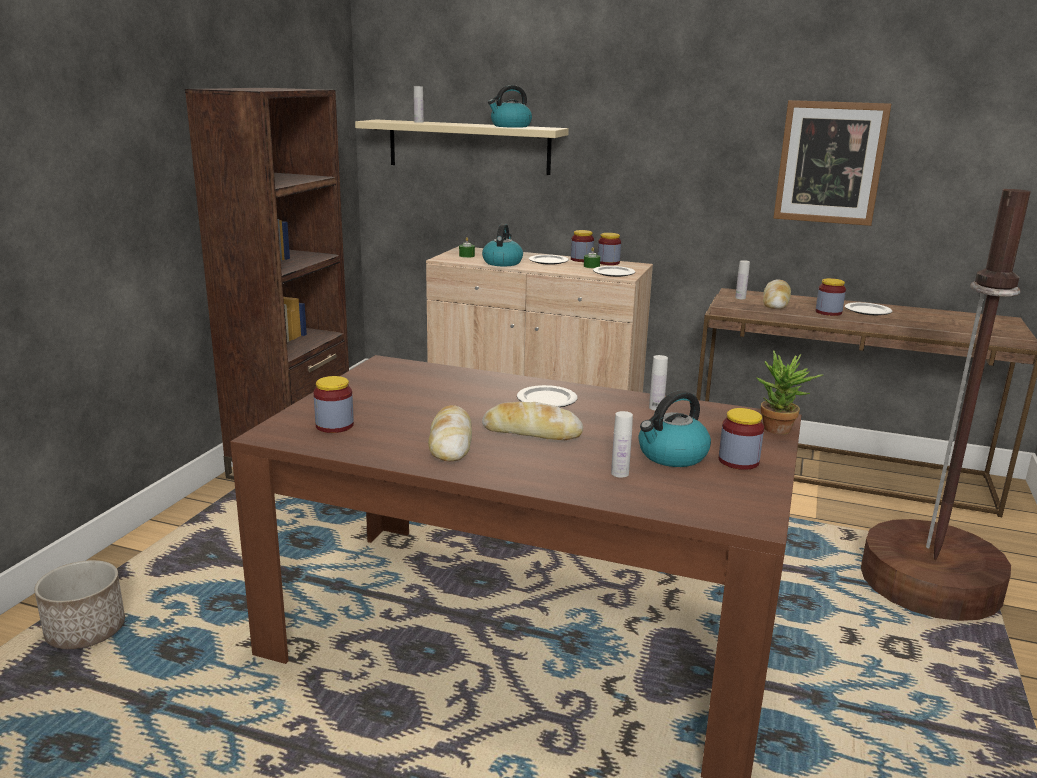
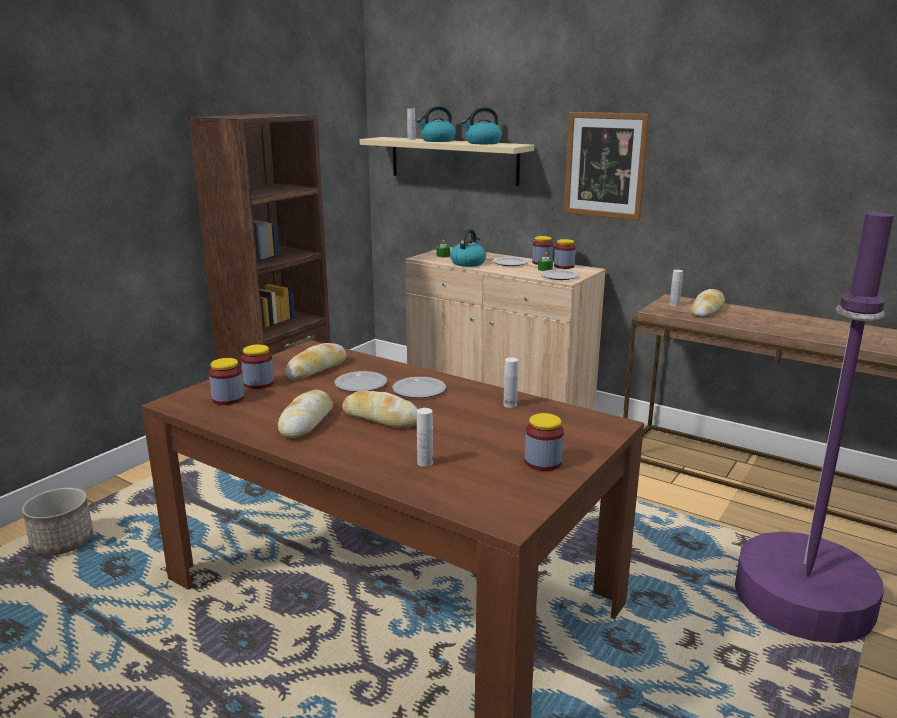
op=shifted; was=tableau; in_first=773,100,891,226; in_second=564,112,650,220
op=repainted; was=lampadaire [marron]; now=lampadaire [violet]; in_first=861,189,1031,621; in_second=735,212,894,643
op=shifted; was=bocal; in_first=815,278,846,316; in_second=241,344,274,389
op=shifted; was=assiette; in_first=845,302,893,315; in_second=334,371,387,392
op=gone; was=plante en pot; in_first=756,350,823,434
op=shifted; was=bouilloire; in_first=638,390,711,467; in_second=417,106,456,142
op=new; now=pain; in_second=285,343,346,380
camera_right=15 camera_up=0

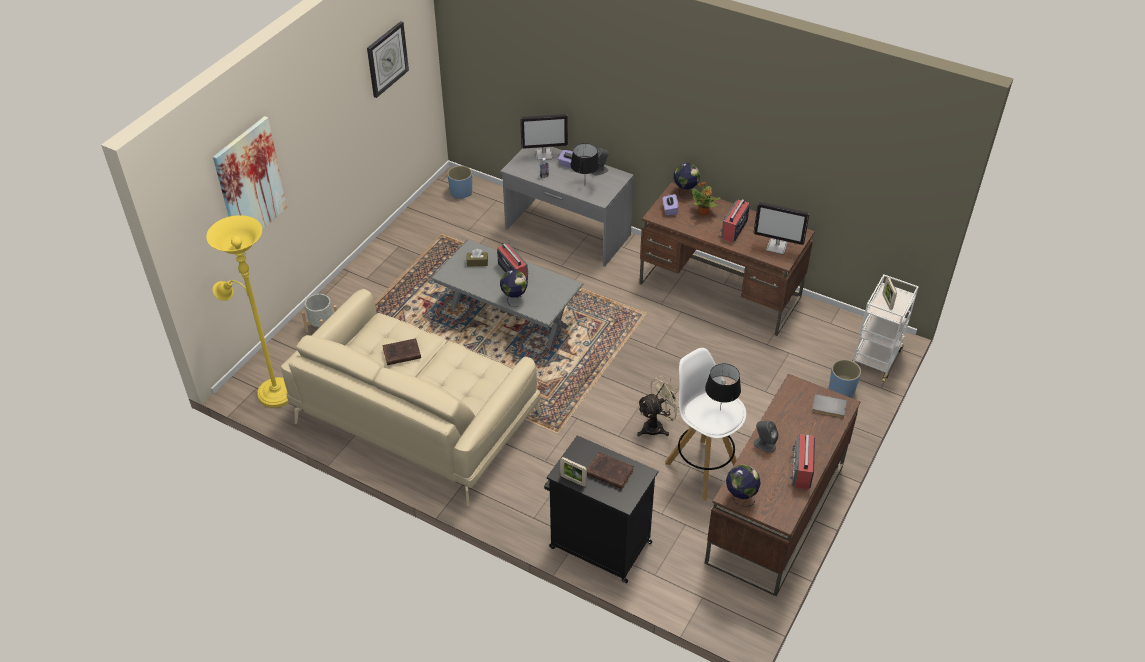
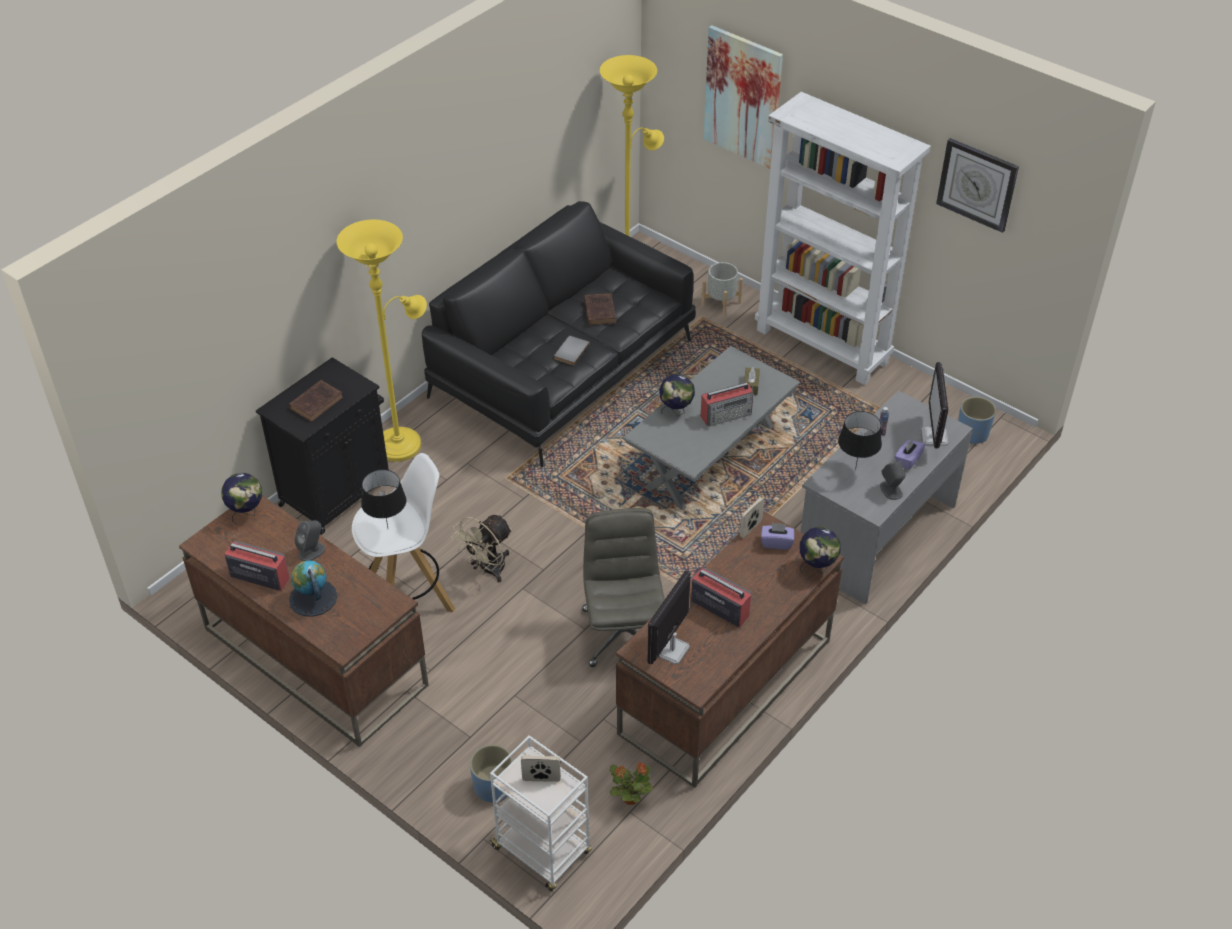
op=shifted; was=plante en pot; in_first=692,182,720,215; in_second=609,762,654,805
op=repainted; was=canapé [beige]; now=canapé [noir]; in_first=281,289,541,506; in_second=422,201,696,467
op=rotated; was=ventilateur [beige]; in_first=637,375,681,437; in_second=451,514,512,582; clockwise=60
op=shifted; was=livre [gris]; in_first=812,394,847,418; in_second=554,336,590,366
op=shifted; was=cadre photo; in_first=560,457,587,487; in_second=740,497,764,538
op=new; now=bibliothèque [blanc]; in_second=755,92,931,385
op=new; now=lampadaire [jaune]; in_second=337,219,427,462
op=new; now=chaise de bureau [gris]; in_second=582,508,665,667
op=new; now=globe; in_second=289,560,337,617
camera_right=100 camera_up=0

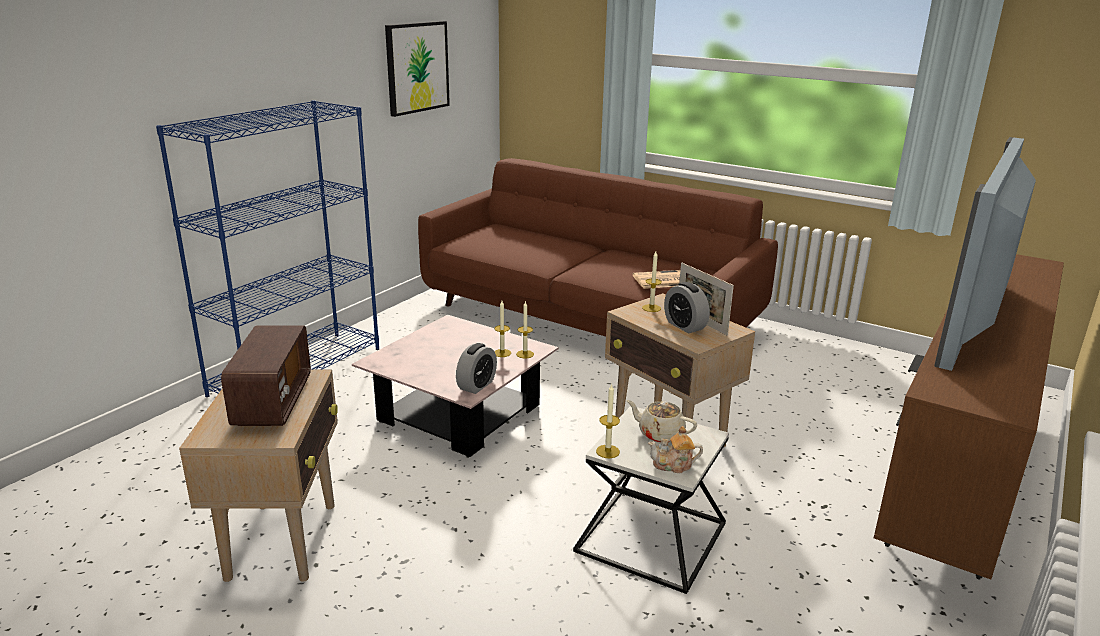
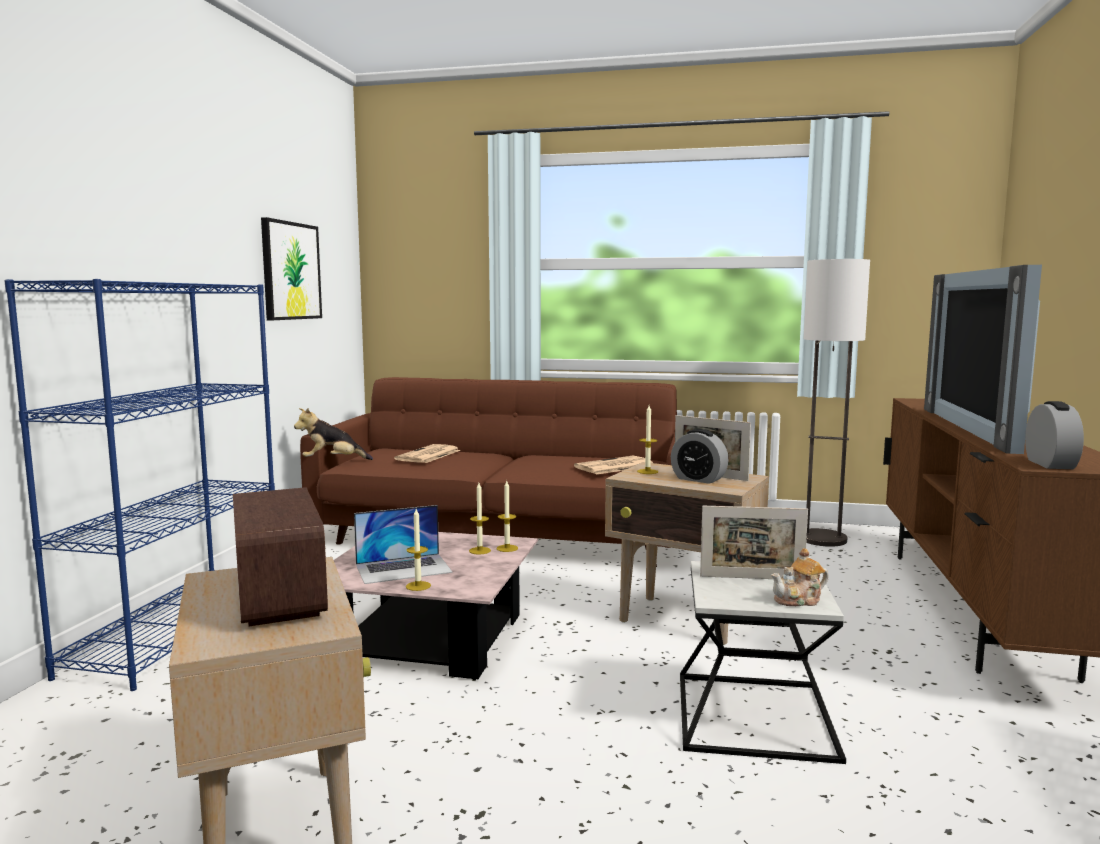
op=shifted; was=réveil; in_first=456,343,497,394; in_second=1025,401,1084,469
op=shifted; was=bougie; in_first=596,384,620,458; in_second=406,509,431,591
op=swapped; was=théière [beige]; now=cadre photo; in_first=626,400,697,443; in_second=700,506,808,579
op=new; now=lampadaire; in_second=804,259,870,547
op=new; now=peluche; in_second=294,408,373,460
op=new; now=journal; in_second=394,444,461,463
op=new; now=ordinateur portable; in_second=354,505,453,584
camera_right=-20 camera_up=-15

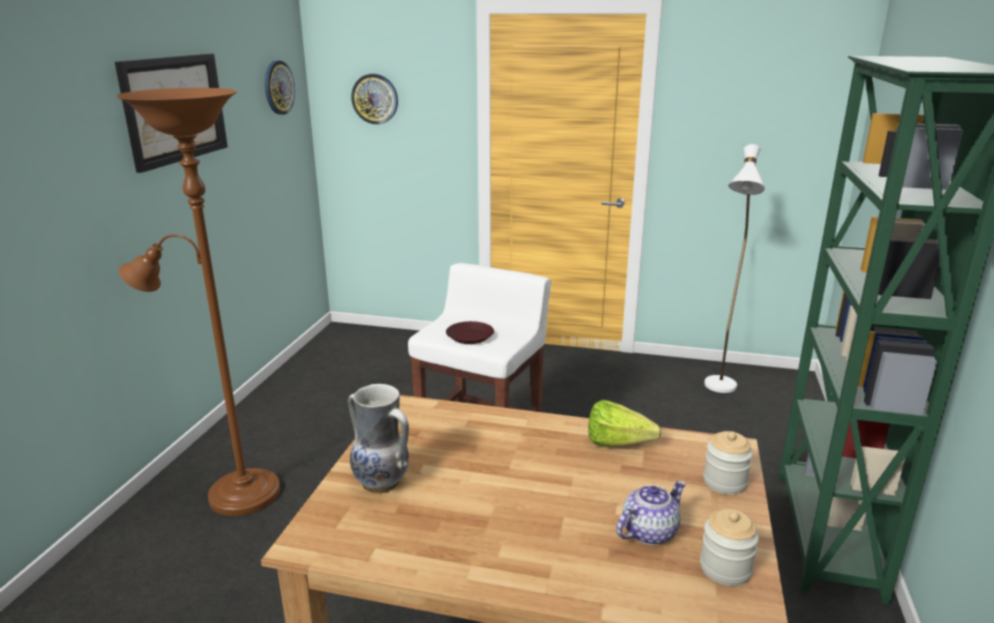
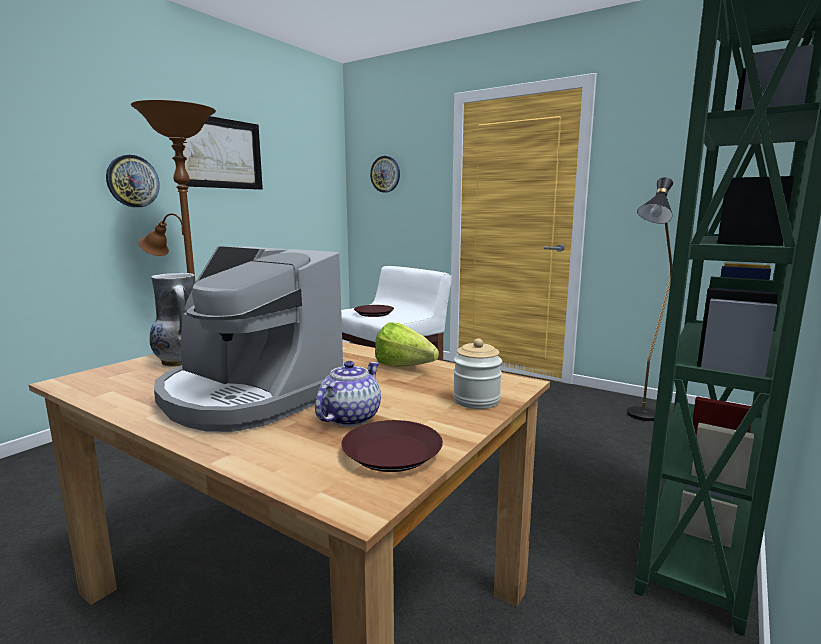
op=shifted; was=horloge murale; in_first=265,61,295,115; in_second=106,155,160,207
op=repainted; was=lampadaire [blanc]; now=lampadaire [noir]; in_first=704,144,765,393; in_second=627,177,673,421
op=rotated; was=théière; in_first=616,481,686,545; in_second=315,361,381,426; clockwise=-45
op=swapped; was=bocal; now=assiette [marron]; in_first=700,509,759,586; in_second=341,420,443,472
op=new; now=machine à café; in_second=154,246,343,432
camera_right=20 camera_up=-10

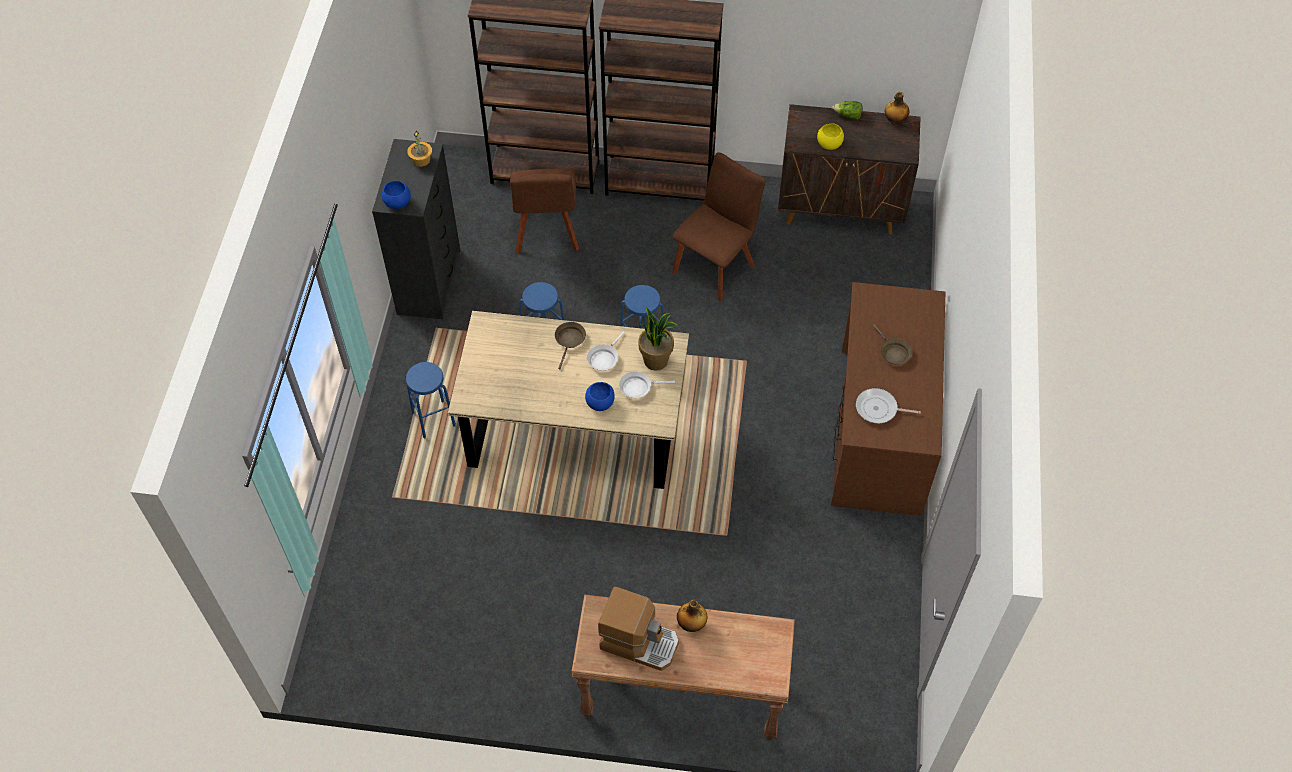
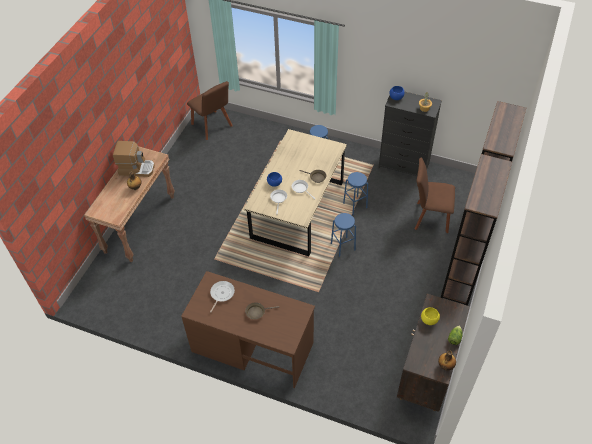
op=shifted; was=chaise [marron]; in_first=672,152,766,302; in_second=187,81,233,140
op=gone; was=plante en pot; in_first=638,307,678,371
op=rotated; was=machine à café; in_first=598,587,679,671; in_second=113,141,155,177; clockwise=-120
camera_right=105 camera_up=-5

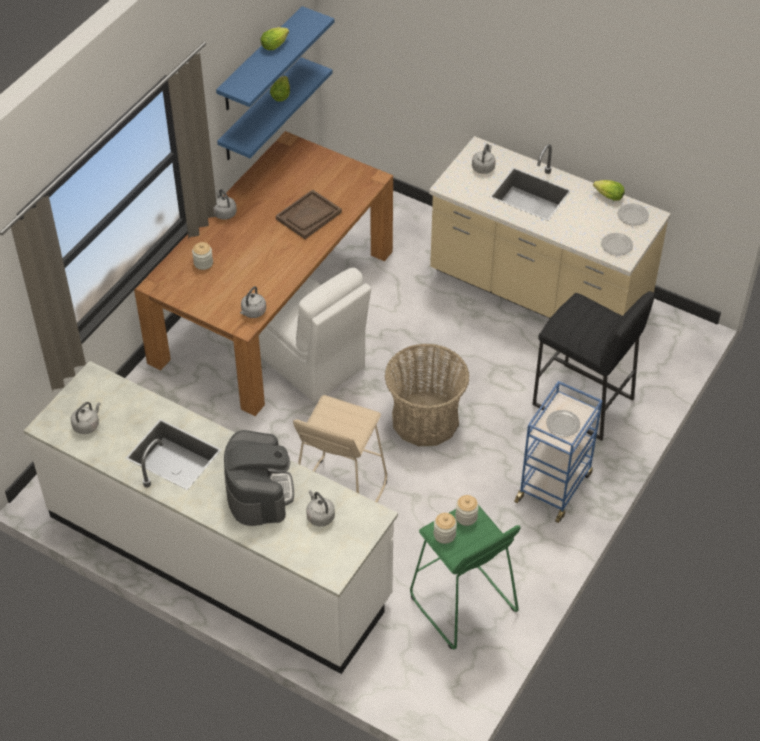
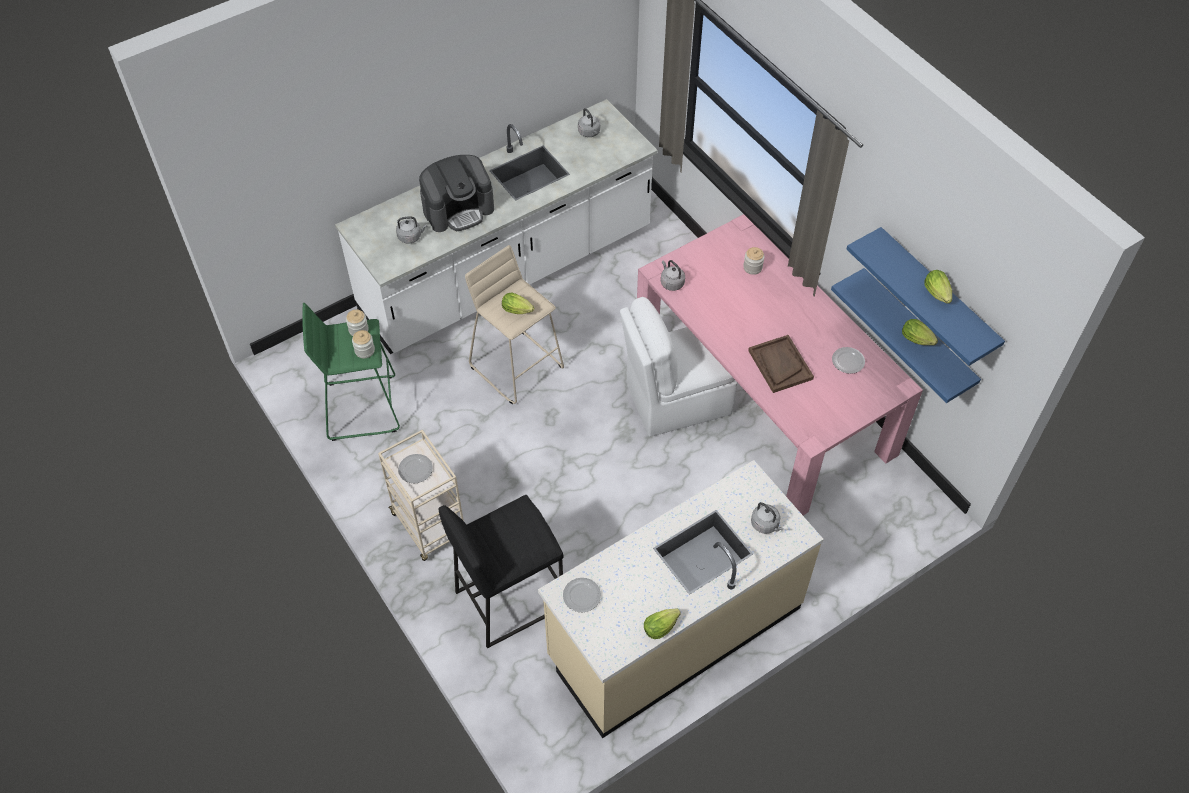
op=repainted; was=table à manger [marron]; now=table à manger [rose]; in_first=134,131,393,416; in_second=637,214,923,515
op=gone; was=bouilloire [gris]; in_first=213,189,237,220
op=shifted; was=assiette; in_first=618,204,649,225; in_second=832,347,865,374
op=gone; was=panier; in_first=385,343,470,446
op=repainted; was=chariot [bleu]; now=chariot [beige]; in_first=514,381,603,523; in_second=378,430,464,561
op=rotated; was=machine à café; in_first=224,430,294,526; in_second=419,155,494,232; clockwise=-45
op=new; now=laitue; in_second=502,292,534,314
camera_right=115 camera_up=5

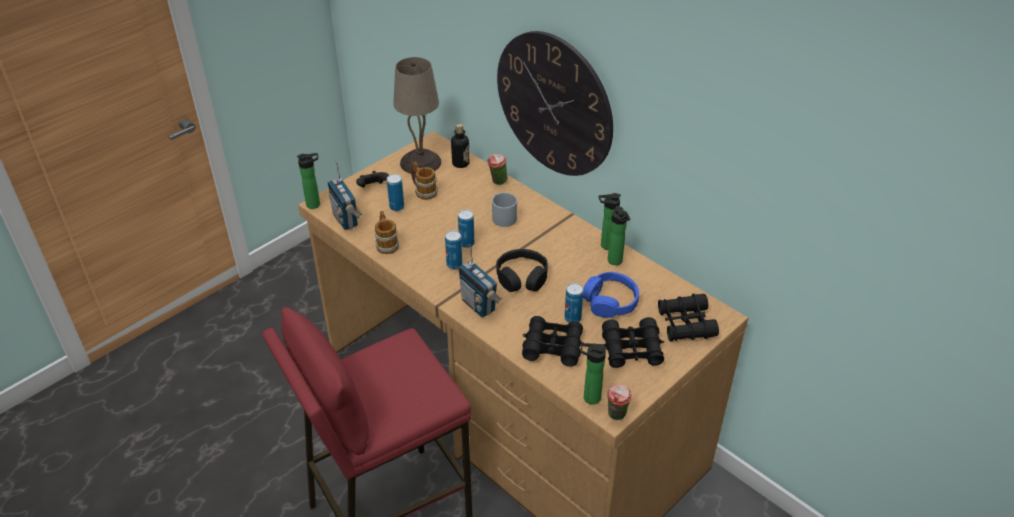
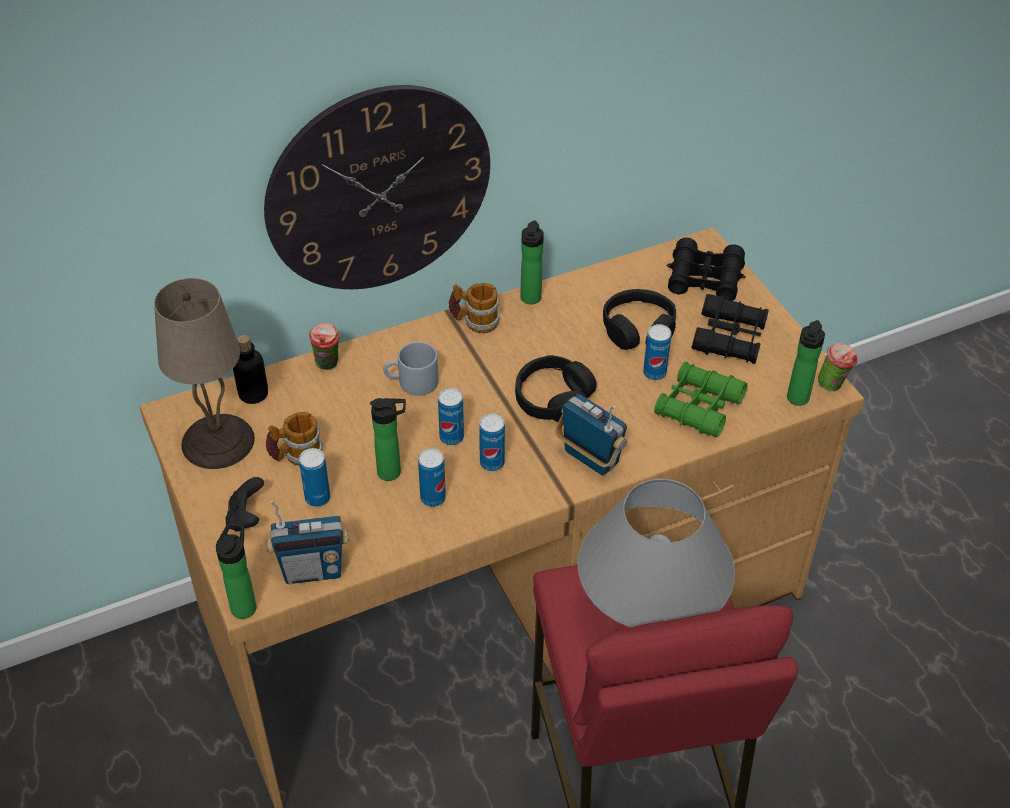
op=shifted; was=bouteille; in_first=608,206,630,265; in_second=370,398,406,481
op=shifted; was=mug; in_first=375,211,399,254; in_second=448,283,500,333
op=rotated; was=radio; in_first=458,244,501,318; in_second=555,394,627,476; clockwise=-120
op=repainted; was=casque audio [bleu]; now=casque audio [noir]; in_first=583,272,639,318; in_second=603,289,676,350
op=repainted; was=jumelles [noir]; now=jumelles [vert]; in_first=522,316,583,367; in_second=654,362,747,437
op=new; now=boîte métallique; in_second=418,448,446,507
op=new; now=lampe de table [gris]; in_second=577,479,735,628
camera_right=-70 camera_up=5

